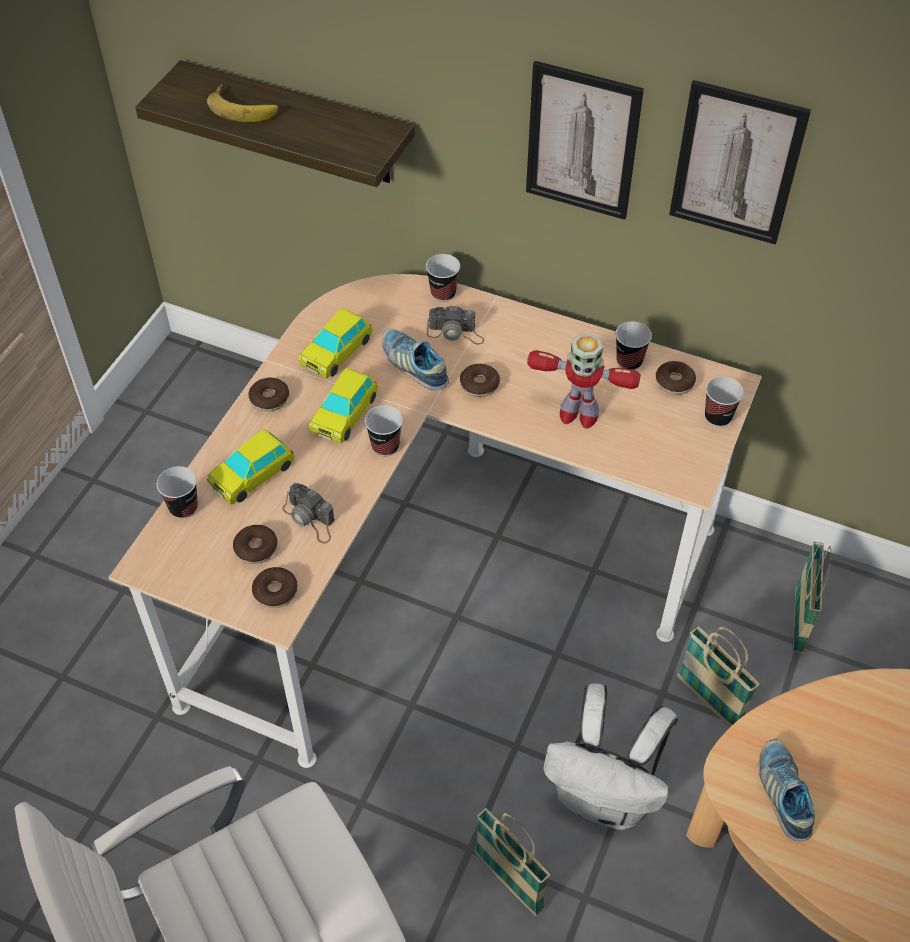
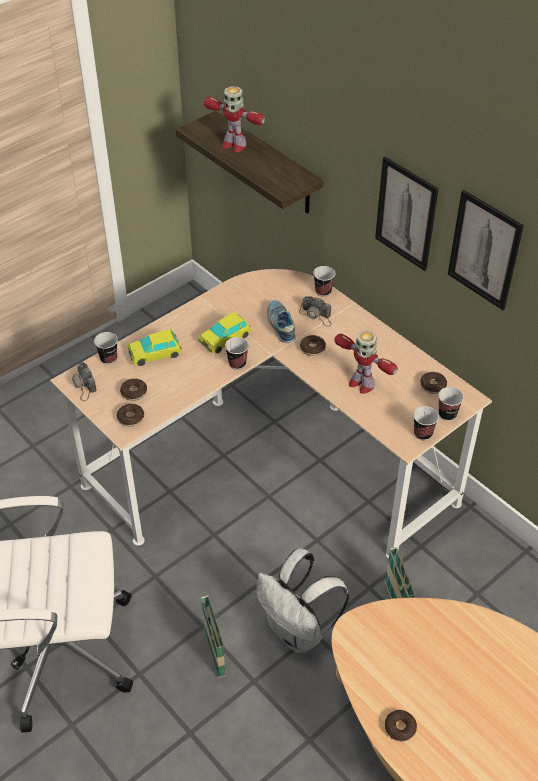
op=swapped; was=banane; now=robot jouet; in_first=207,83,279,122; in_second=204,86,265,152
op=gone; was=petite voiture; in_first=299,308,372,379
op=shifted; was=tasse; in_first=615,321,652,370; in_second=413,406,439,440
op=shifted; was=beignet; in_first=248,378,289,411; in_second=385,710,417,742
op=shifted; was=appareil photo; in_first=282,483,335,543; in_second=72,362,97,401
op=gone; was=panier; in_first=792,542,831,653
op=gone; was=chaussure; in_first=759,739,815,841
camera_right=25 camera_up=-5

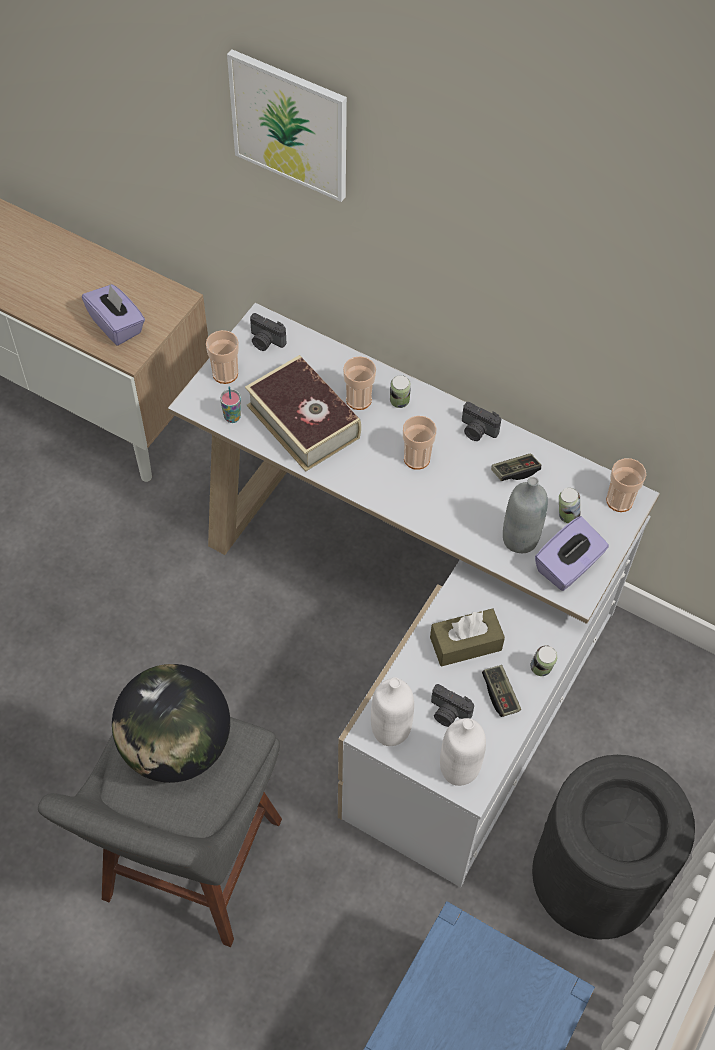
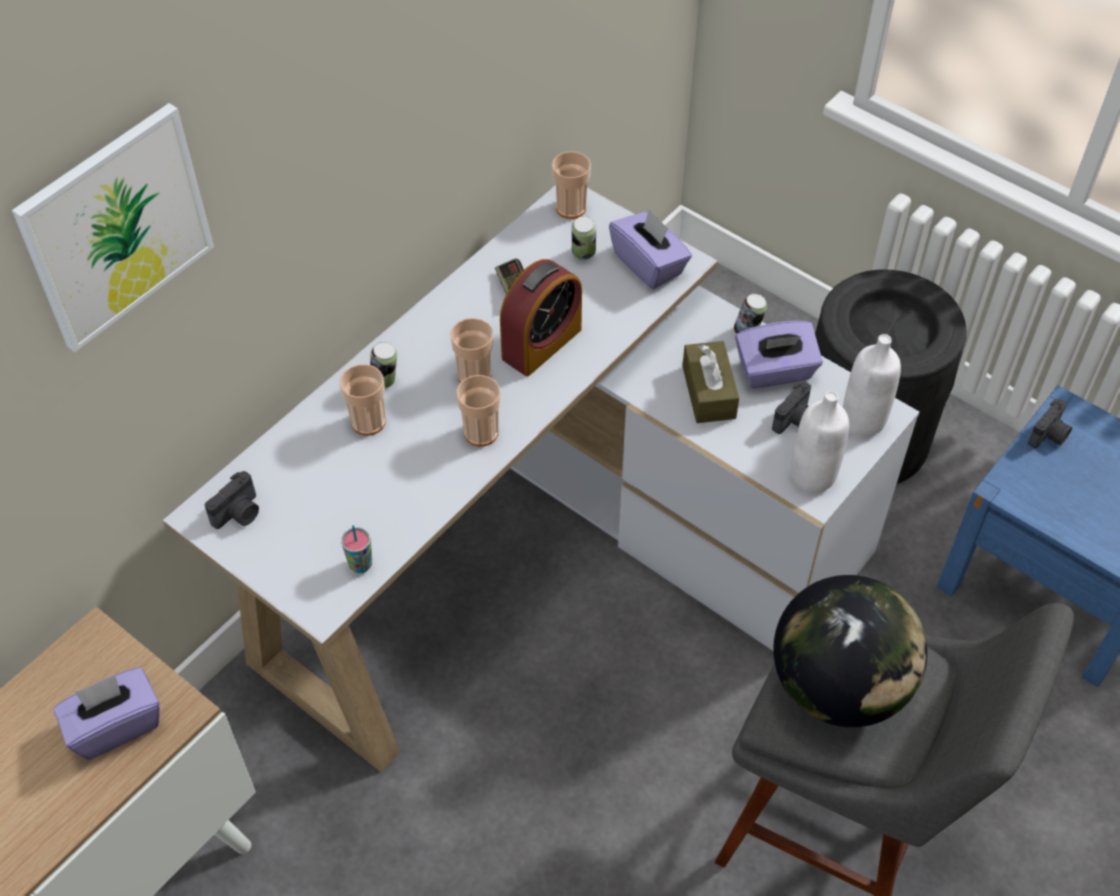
op=shifted; was=tasse; in_first=206,330,239,384; in_second=456,375,501,447
op=gone; was=livre; in_first=245,355,361,472
op=shifted; was=appareil photo; in_first=462,402,501,441; in_second=1028,399,1072,448
op=gone; was=bouteille [gris]; in_first=503,477,548,553
op=swapped; was=manette; now=boîte à mouchoirs [violet]; in_first=482,665,521,717; in_second=735,320,823,388
op=new; now=réveil; in_second=500,259,582,376
camera_right=-80 camera_up=-5

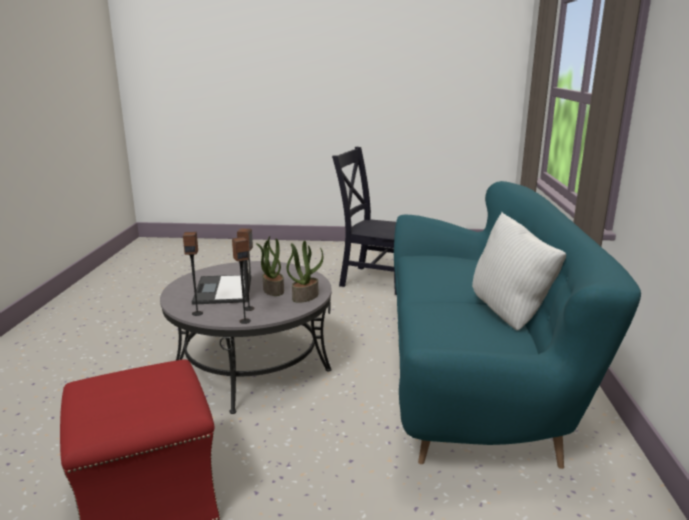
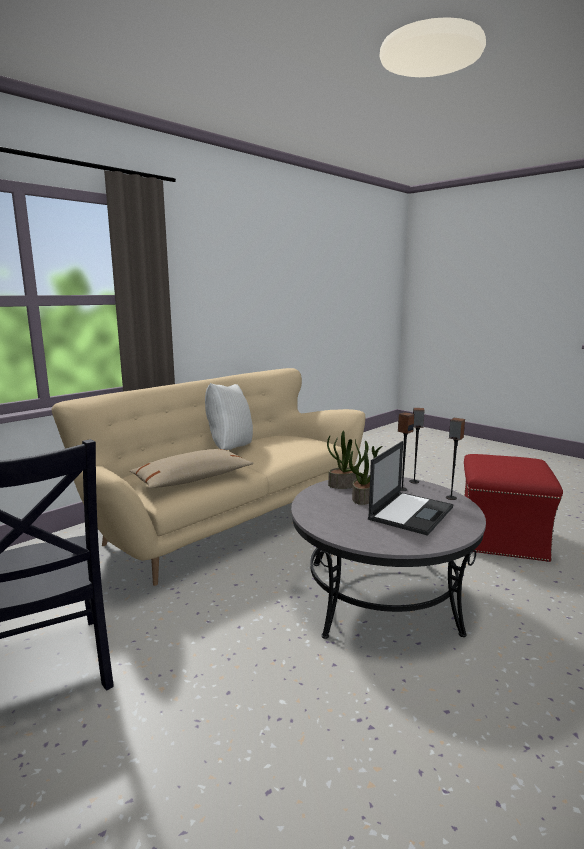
op=repainted; was=canapé [turquoise]; now=canapé [beige]; in_first=394,181,641,469; in_second=52,368,365,586
op=new; now=coussin [beige]; in_second=130,449,254,489
camera_right=-140 camera_up=-5

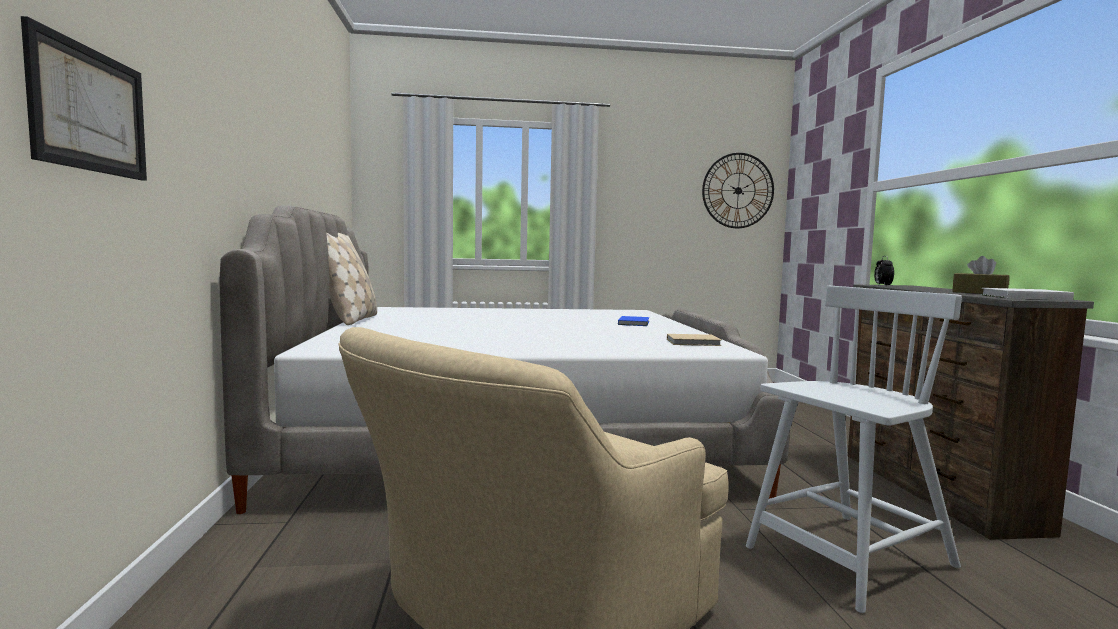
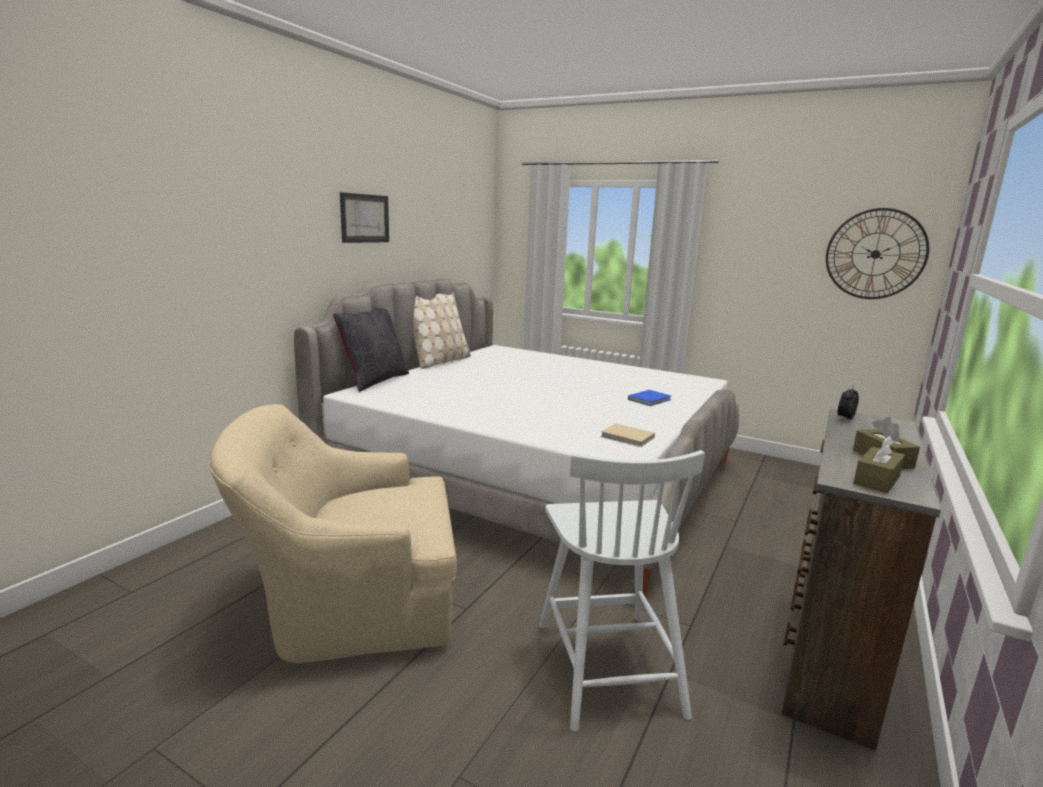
op=shifted; was=tableau; in_first=21,16,147,181; in_second=340,192,389,243
op=rotated; was=chaise [blanc]; in_first=746,286,962,613; in_second=539,450,705,732; clockwise=75
op=swapped; was=livre [blanc]; now=boîte à mouchoirs [marron]; in_first=981,288,1074,300; in_second=853,435,905,493
op=new; now=coussin [noir]; in_second=333,308,409,392
camera_right=35 camera_up=10

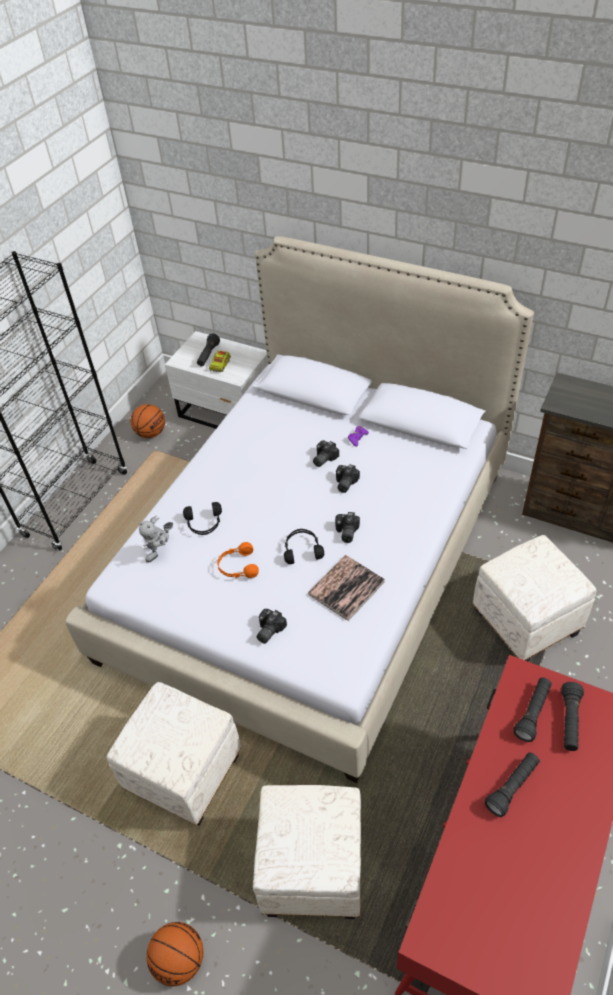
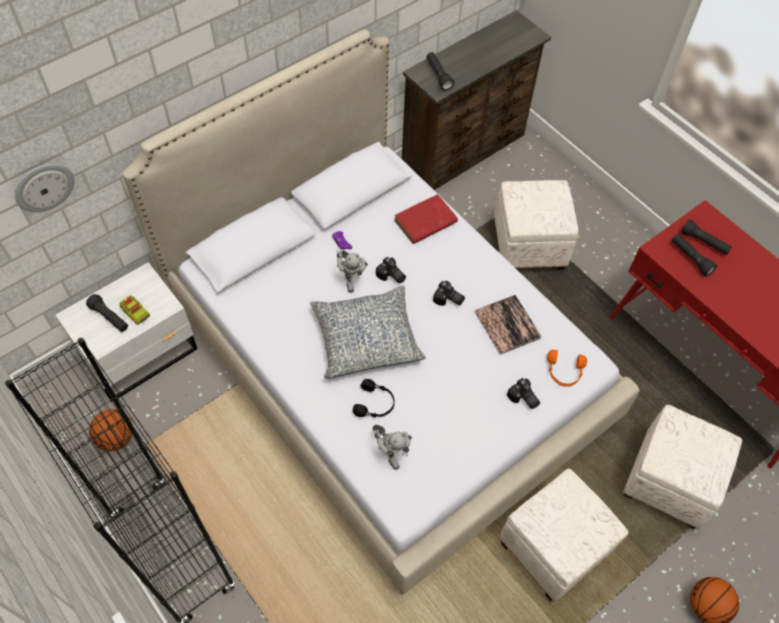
op=swapped; was=appareil photo; now=robot jouet; in_first=313,440,339,467; in_second=337,250,368,292
op=gone; was=casque audio [noir]; in_first=284,529,324,564
op=shifted; was=casque audio [orange]; in_first=217,542,259,578; in_second=547,350,587,387
op=shifted; was=lampe de poche [noir]; in_first=485,752,540,817; in_second=427,52,454,90
op=new; now=horloge murale; in_second=15,164,75,212
op=new; now=livre [rouge]; in_second=394,194,458,244
op=new; now=coussin; in_second=310,286,426,378
camera_right=-70 camera_up=10

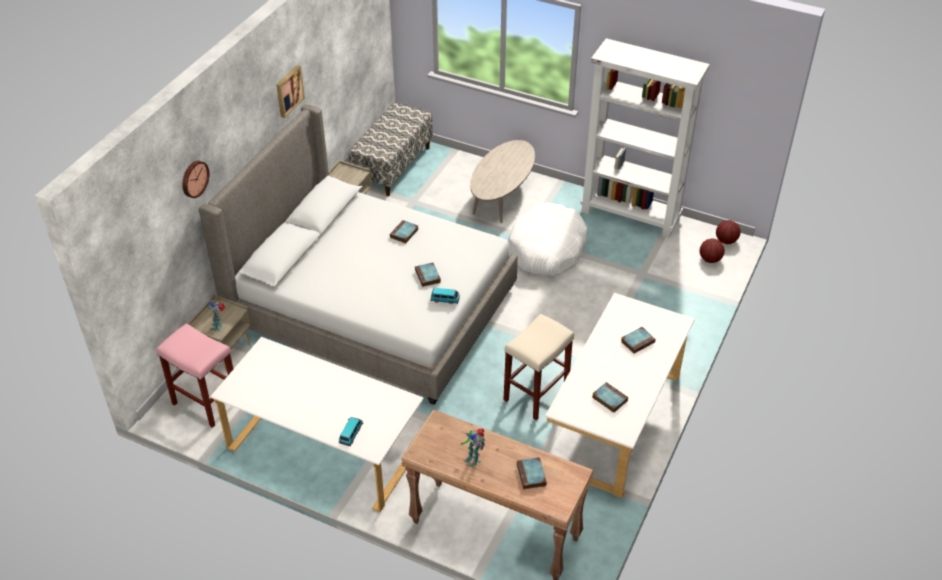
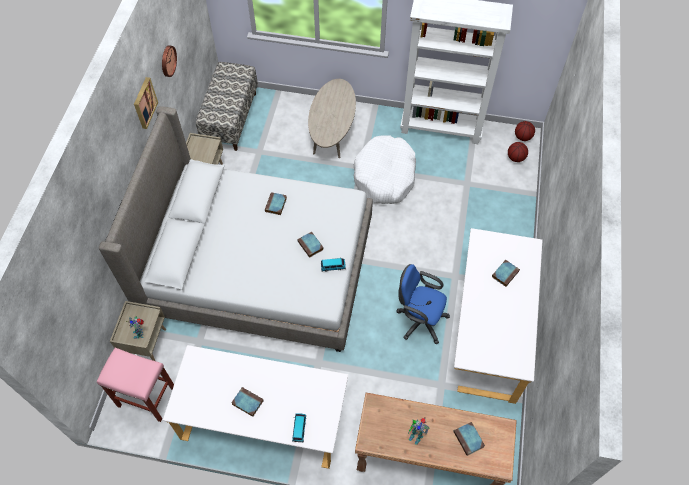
op=shifted; was=horloge murale; in_first=182,161,209,198; in_second=162,45,177,77
op=swapped; was=tabouret [beige]; now=chaise de bureau [bleu]; in_first=503,314,574,420; in_second=396,264,450,344
op=shifted; was=livre; in_first=592,382,628,413; in_second=232,387,264,417
camera_right=-15 camera_up=15

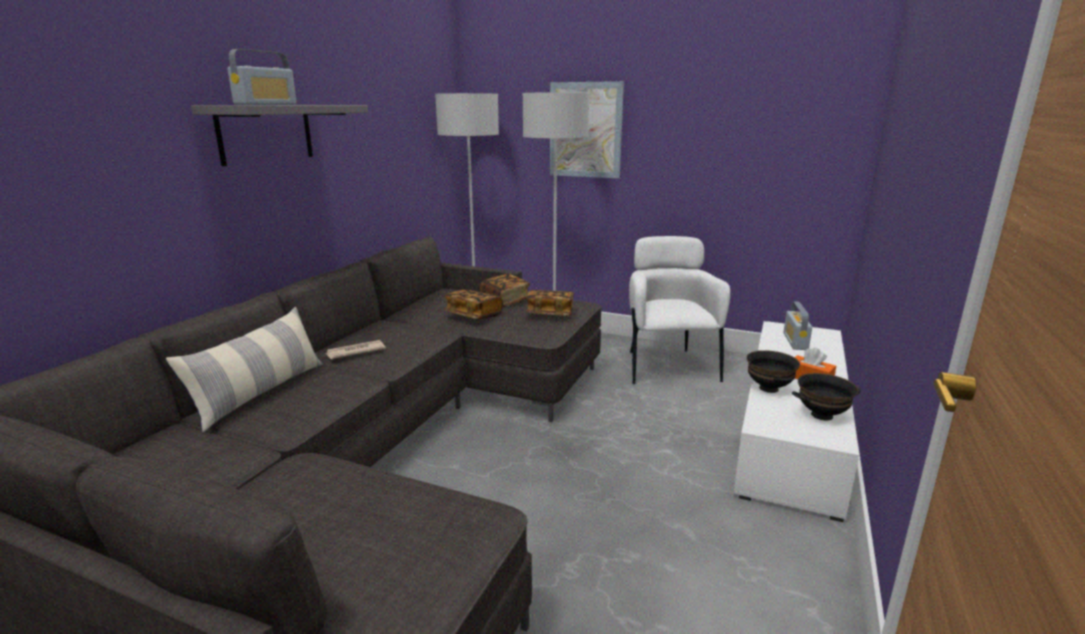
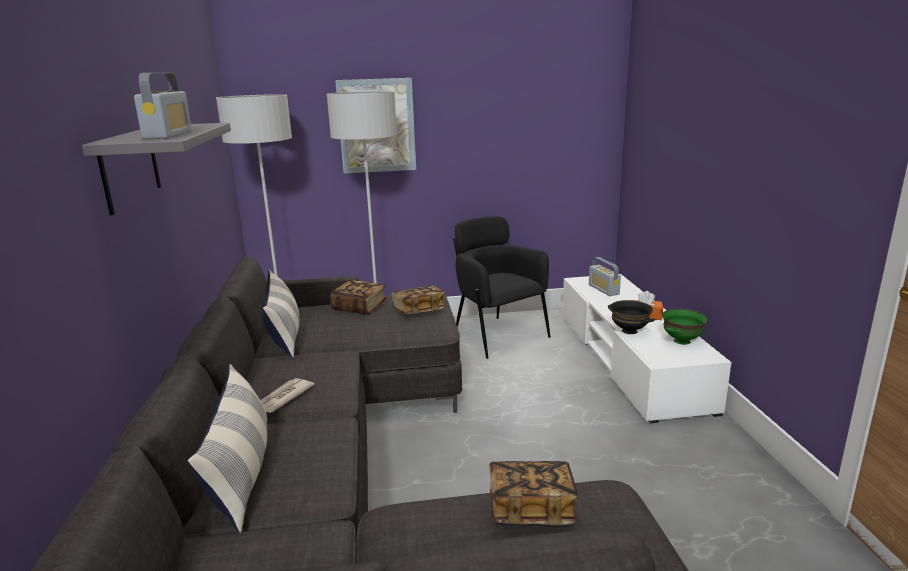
op=repainted; was=fauteuil [blanc]; now=fauteuil [noir]; in_first=629,236,730,384; in_second=453,216,551,359
op=shifted; was=livre; in_first=444,289,503,319; in_second=489,461,578,525
op=repainted; was=bol [noir]; now=bol [vert]; in_first=792,373,861,420; in_second=662,309,708,345
op=new; now=coussin; in_second=262,269,299,358
camera_right=-30 camera_up=0

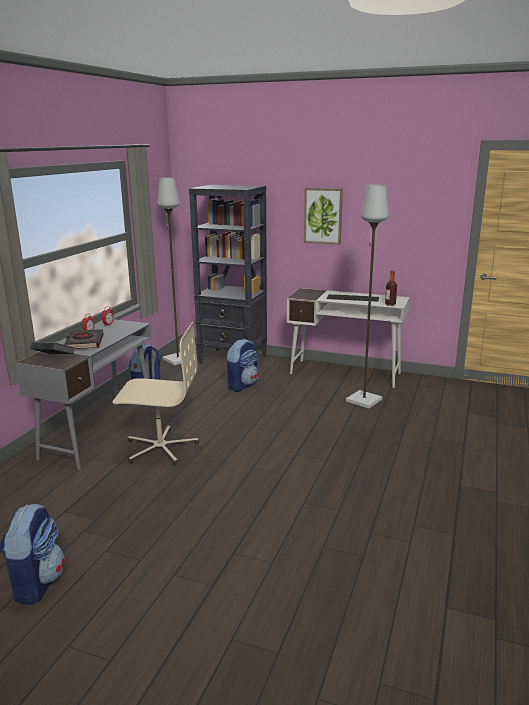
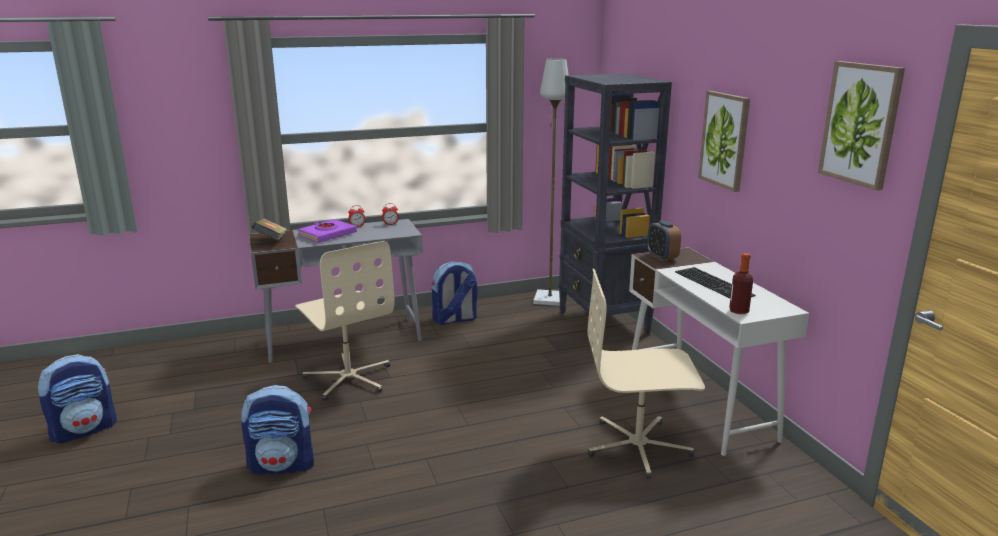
op=swapped; was=lampadaire [gris]; now=chaise de bureau [beige]; in_first=346,184,389,408; in_second=588,269,705,479
op=repainted; was=livre [noir]; now=livre [violet]; in_first=64,329,103,349; in_second=297,219,357,243
op=shifted; was=sac à dos; in_first=226,339,258,391; in_second=241,385,314,474
op=new; now=tableau; in_second=818,61,905,191
op=new; now=réveil; in_second=647,220,681,261
camera_right=50 camera_up=0

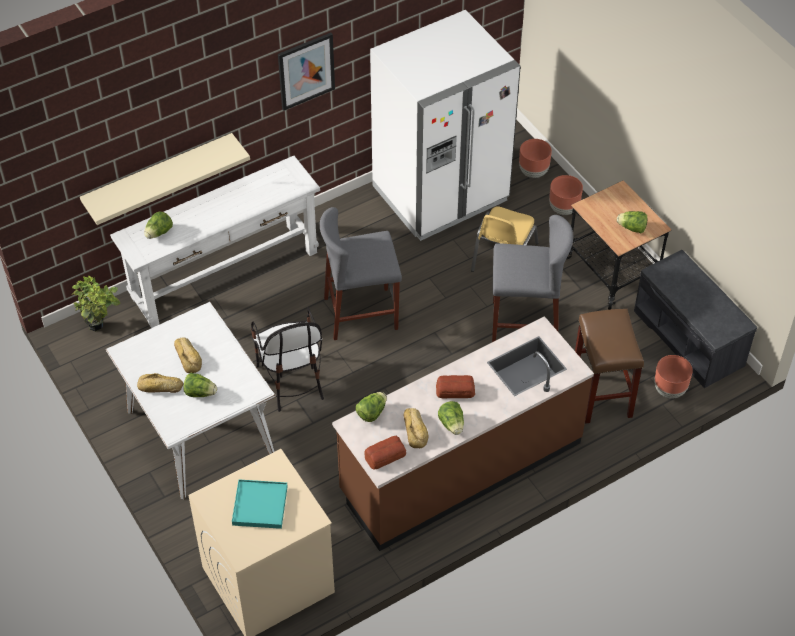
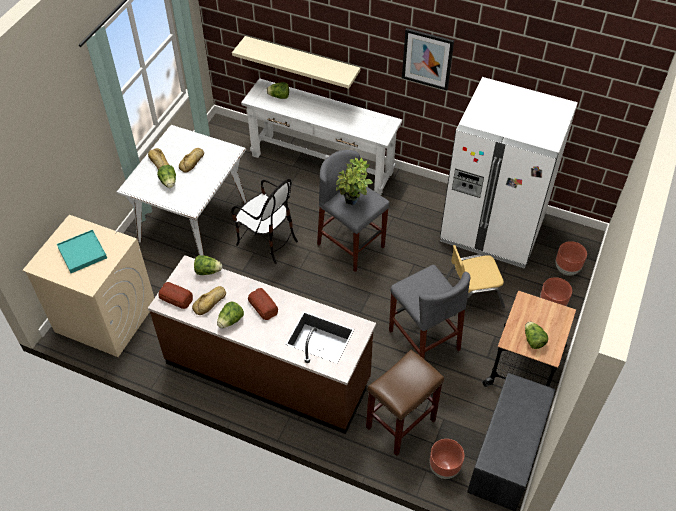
op=shifted; was=plante en pot; in_first=71,276,120,332; in_second=336,158,373,205
op=rotated; was=chaise; in_first=251,308,324,412; in_second=231,179,298,264; clockwise=-90
camera_right=55 camera_up=0

